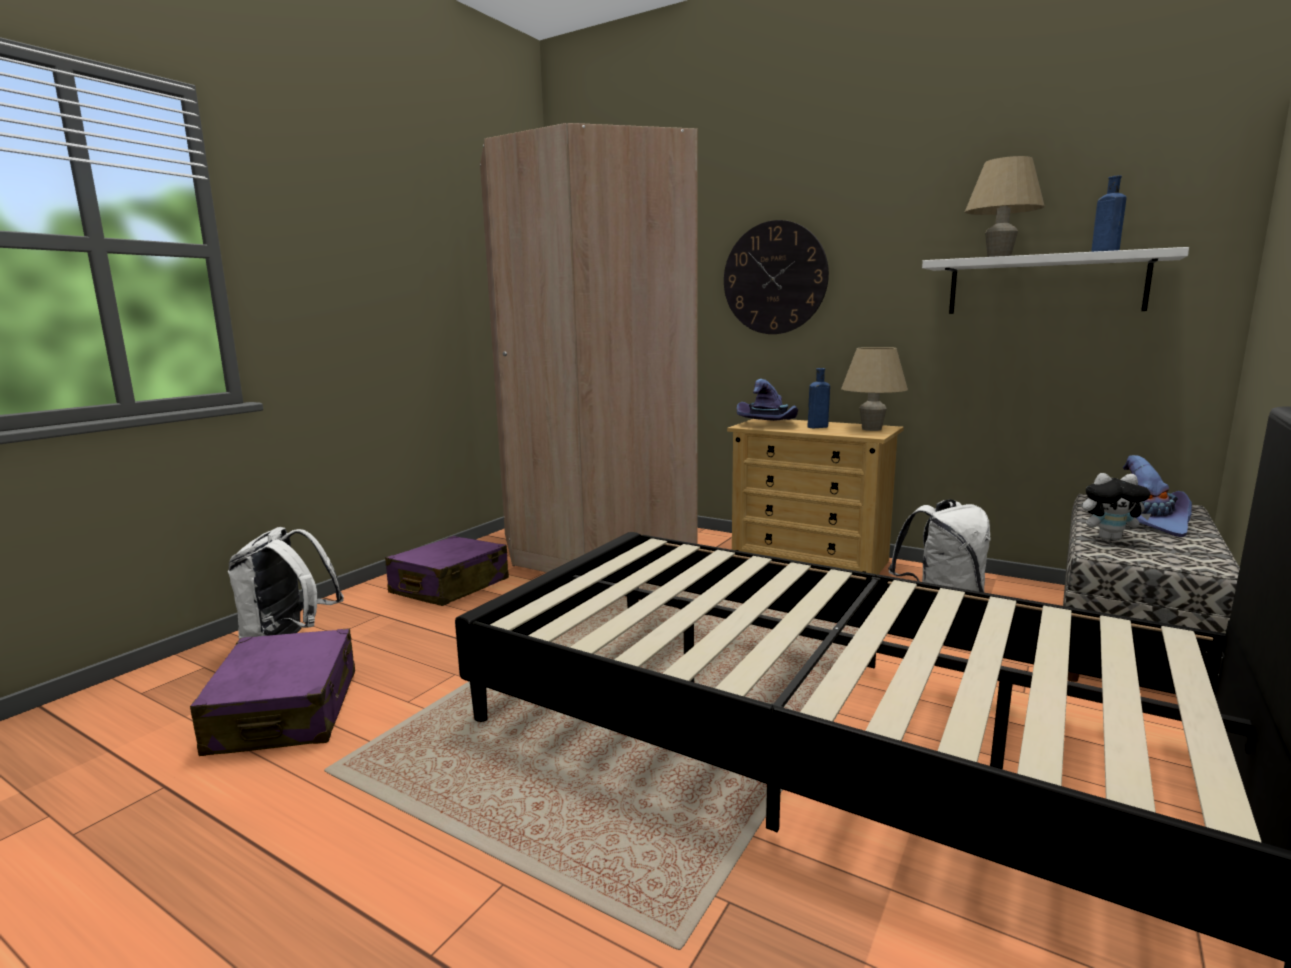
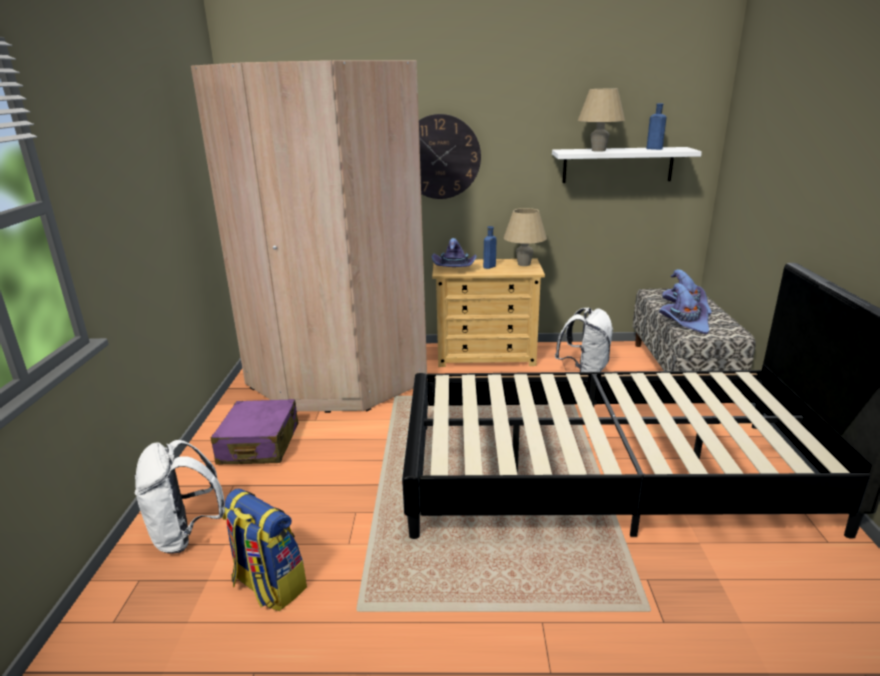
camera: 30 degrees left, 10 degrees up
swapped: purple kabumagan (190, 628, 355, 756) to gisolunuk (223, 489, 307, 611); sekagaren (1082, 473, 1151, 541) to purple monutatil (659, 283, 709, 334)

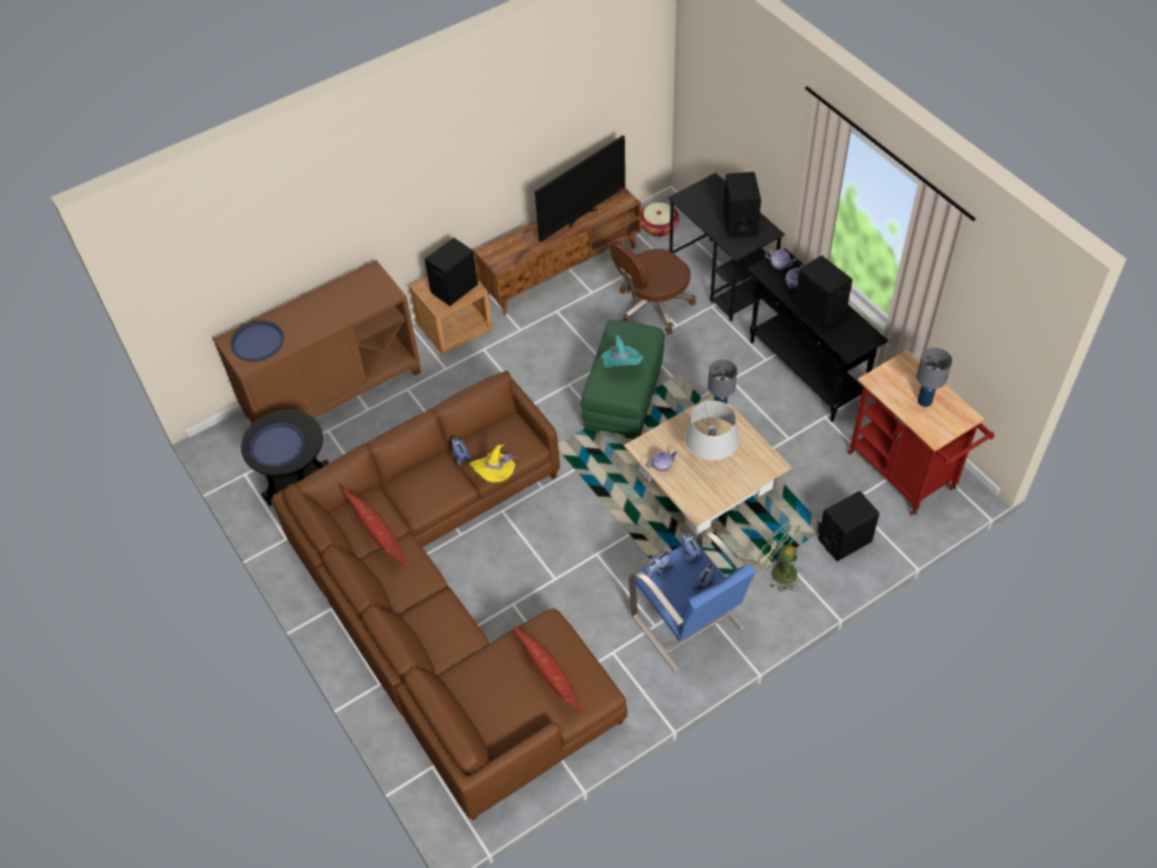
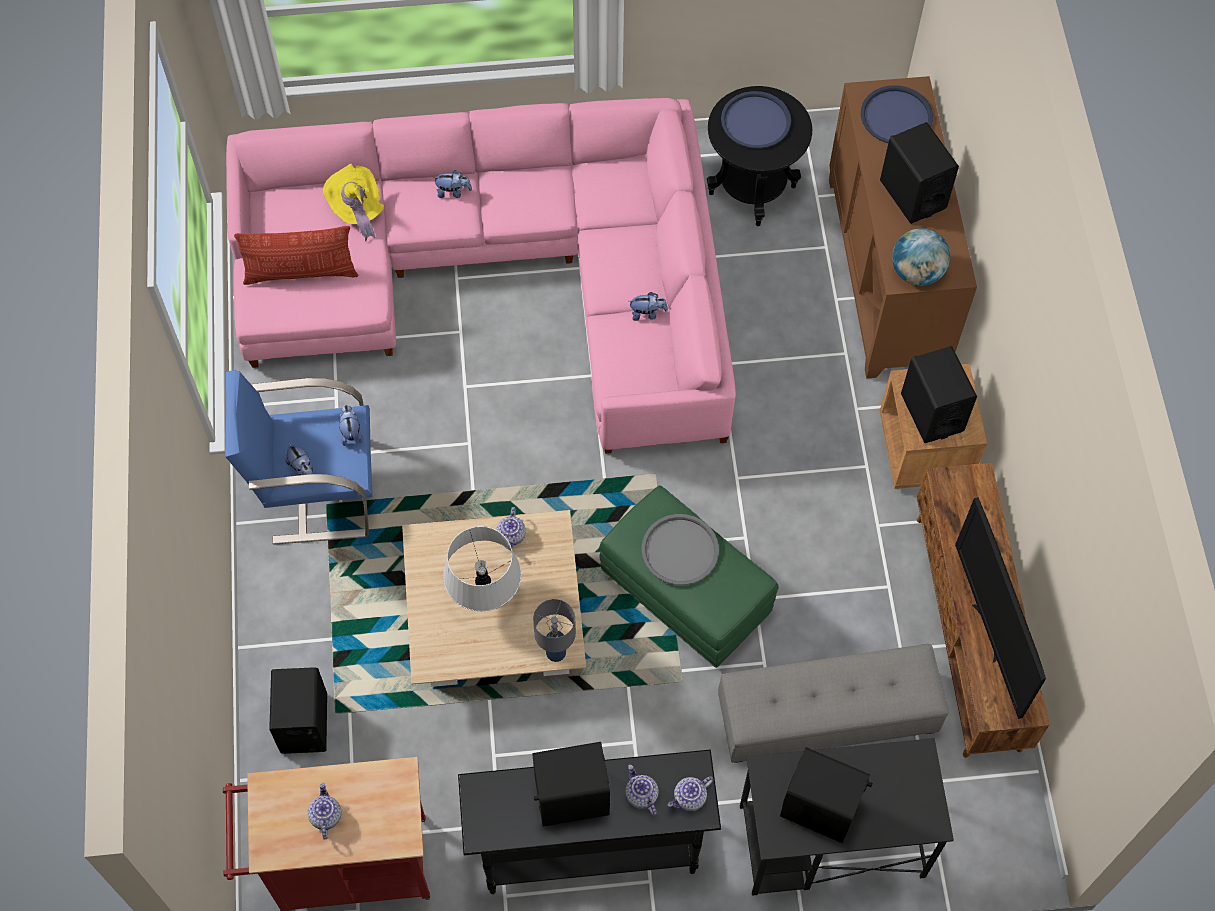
camera: 115 degrees right, 10 degrees up
gone: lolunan (343, 488, 409, 568); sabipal (641, 202, 679, 237); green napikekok (755, 521, 801, 592)
new: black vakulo (880, 122, 959, 224); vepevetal (892, 228, 950, 286)
shifted: yellow monutatil (469, 444, 519, 482) to (323, 164, 384, 241); sekagaren (682, 533, 703, 564) to (433, 170, 472, 198)
swapped: turquoise monutatil (600, 335, 644, 368) to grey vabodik (641, 514, 719, 585); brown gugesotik (610, 240, 696, 334) to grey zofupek (718, 644, 948, 763); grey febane (916, 348, 952, 407) to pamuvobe (308, 783, 342, 840)
repainted: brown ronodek (272, 371, 627, 820) to pink ronodek (226, 98, 736, 454)

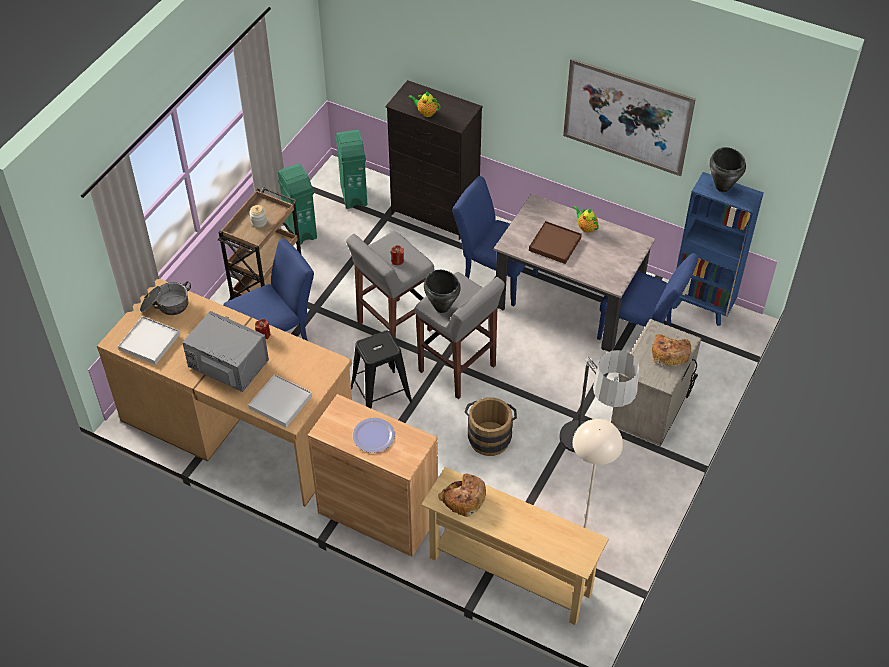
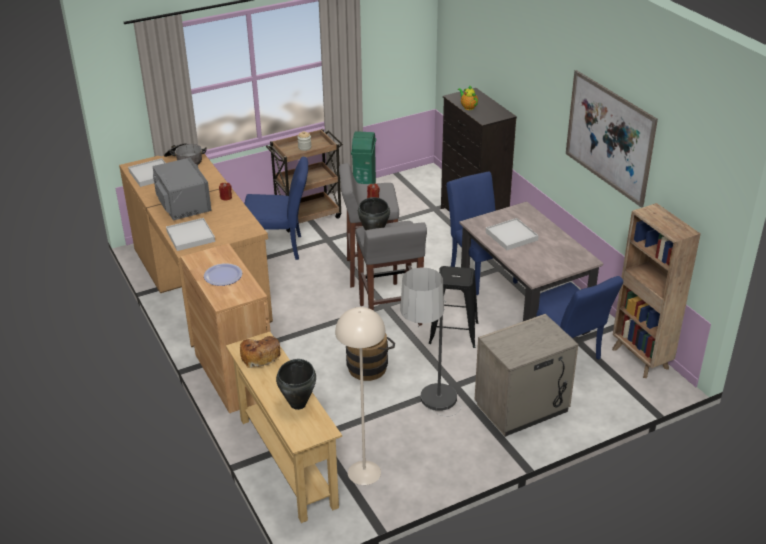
camera: 35 degrees right, 15 degrees down
gone: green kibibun (335, 130, 367, 209); pamuvobe (573, 206, 599, 233); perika (652, 334, 691, 366)
shifted: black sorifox (351, 331, 413, 409) to (429, 266, 478, 348); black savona (710, 147, 746, 192) to (276, 359, 316, 410)
repainted: brown vabodik (529, 221, 582, 264) to white vabodik (486, 218, 539, 250); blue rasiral (672, 172, 764, 326) to brown rasiral (612, 203, 701, 378)

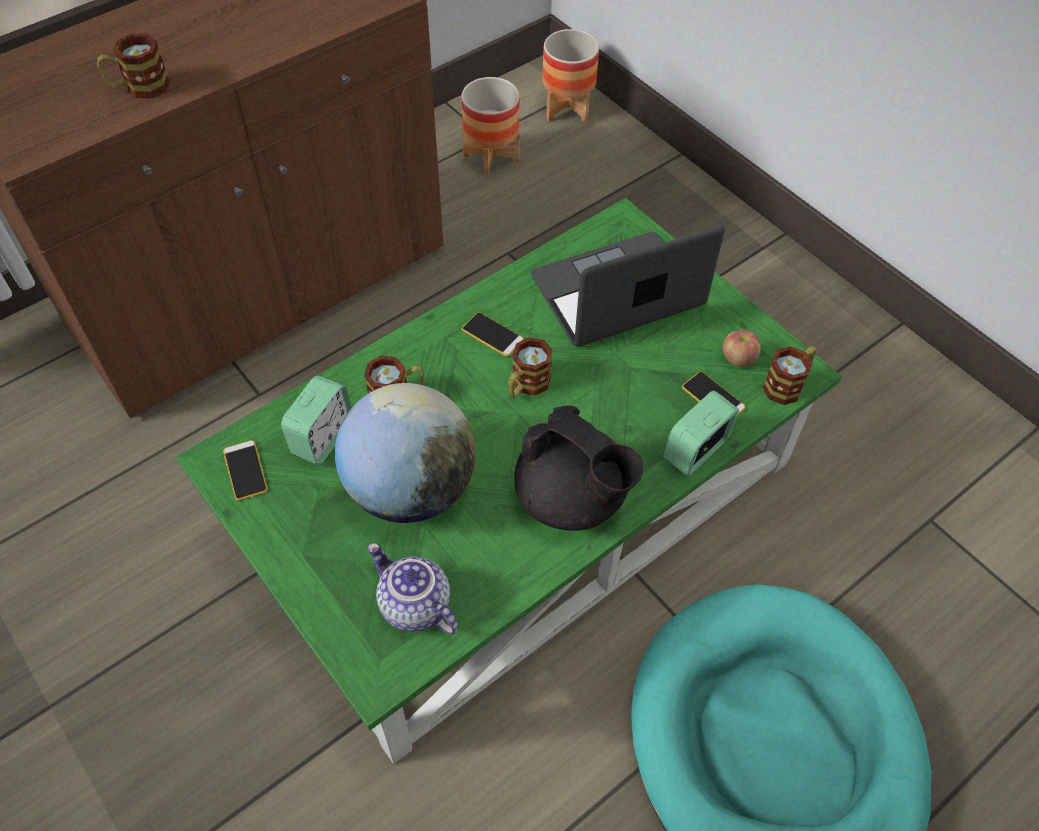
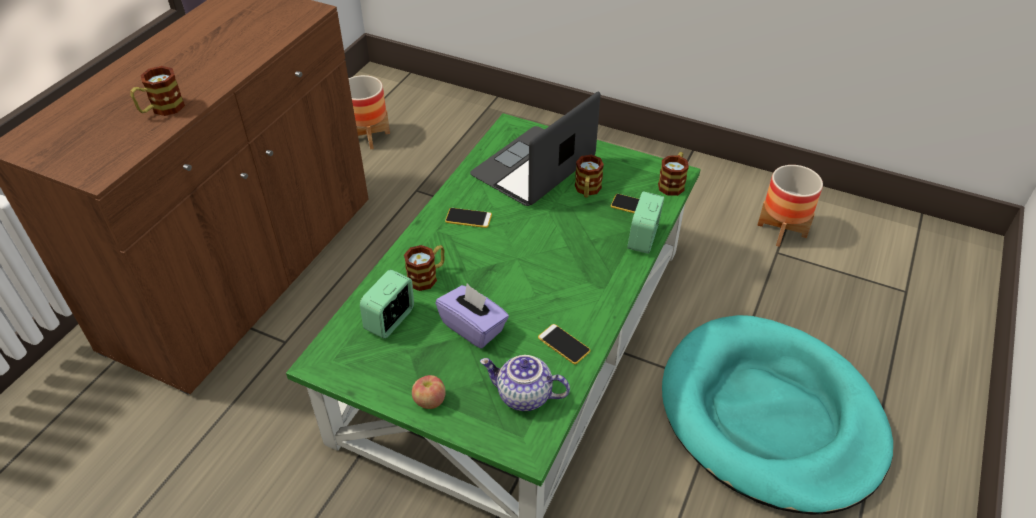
camera: 25 degrees left, 10 degrees down
gone: black pamuvobe (514, 405, 643, 531)
shifted: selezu (223, 440, 268, 501) to (538, 324, 591, 364); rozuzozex (508, 337, 553, 398) to (575, 155, 604, 198); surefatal (543, 29, 599, 123) to (757, 165, 823, 247); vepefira (723, 330, 761, 367) to (412, 375, 446, 409)
swapped: vepevetal (335, 383, 476, 523) to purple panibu (435, 284, 509, 349)
rotated: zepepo (281, 375, 352, 465) = (360, 269, 414, 339) 150 degrees counterclockwise

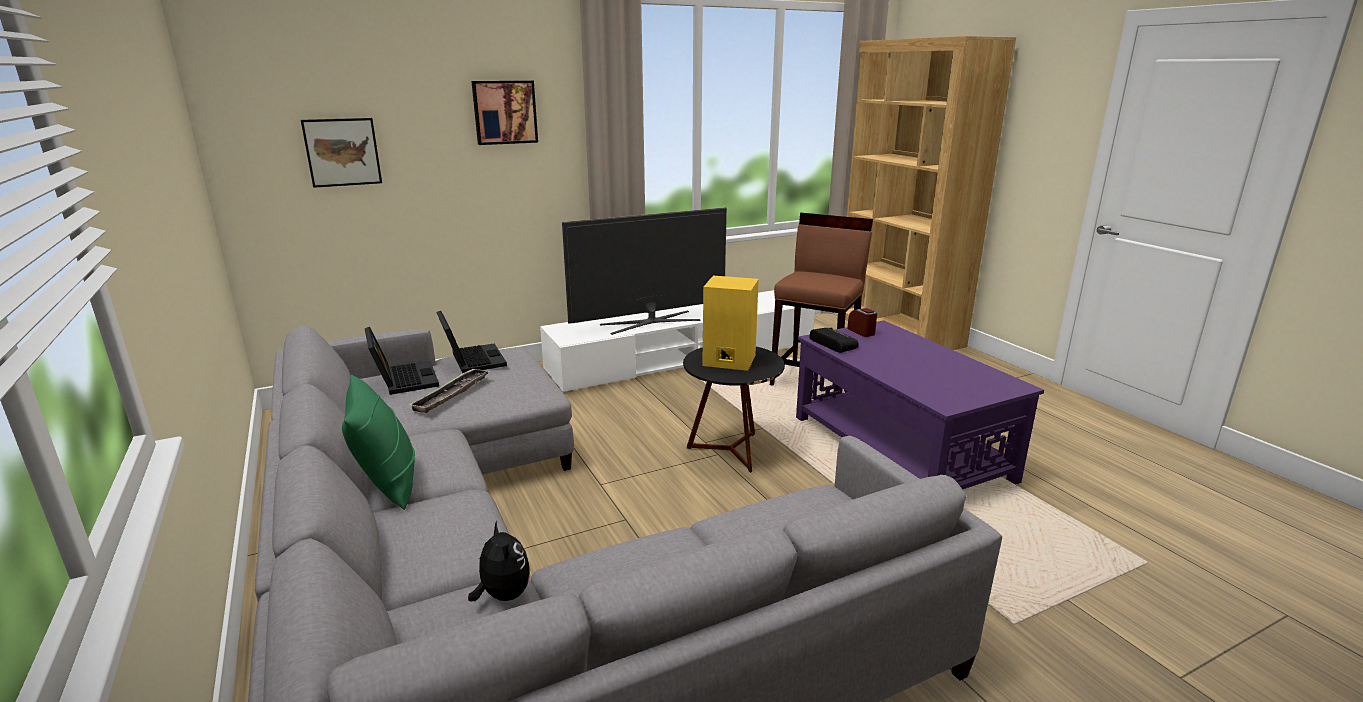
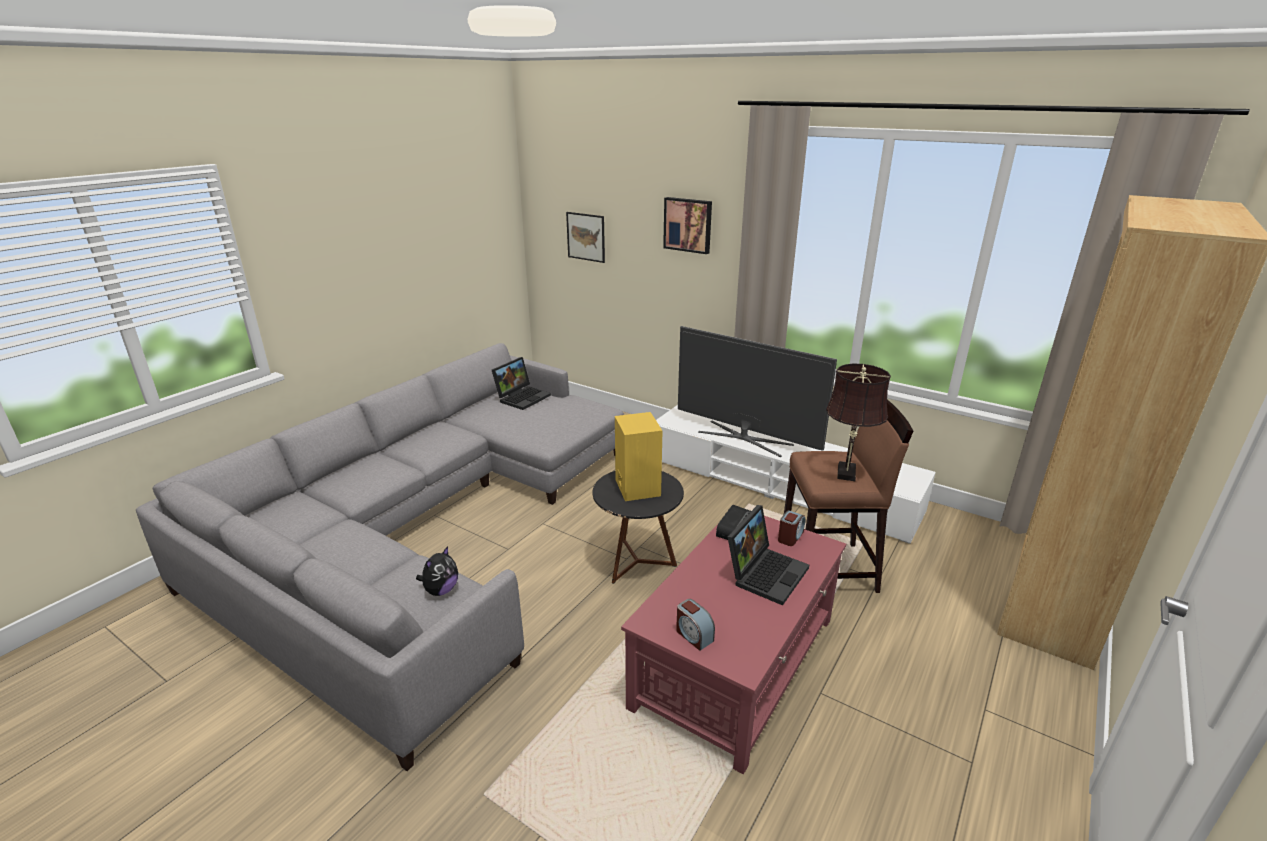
camera: 60 degrees right, 5 degrees up
gone: green lolunan (342, 375, 415, 510); vabodik (409, 369, 490, 413)
new: zepepo (676, 599, 715, 651); brown febane (826, 363, 891, 482)
shifted: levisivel (436, 311, 507, 373) to (728, 505, 809, 605); sekagaren (468, 520, 530, 601) to (416, 546, 458, 596)
repainted: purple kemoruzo (796, 320, 1044, 489) to red kemoruzo (621, 516, 846, 774)

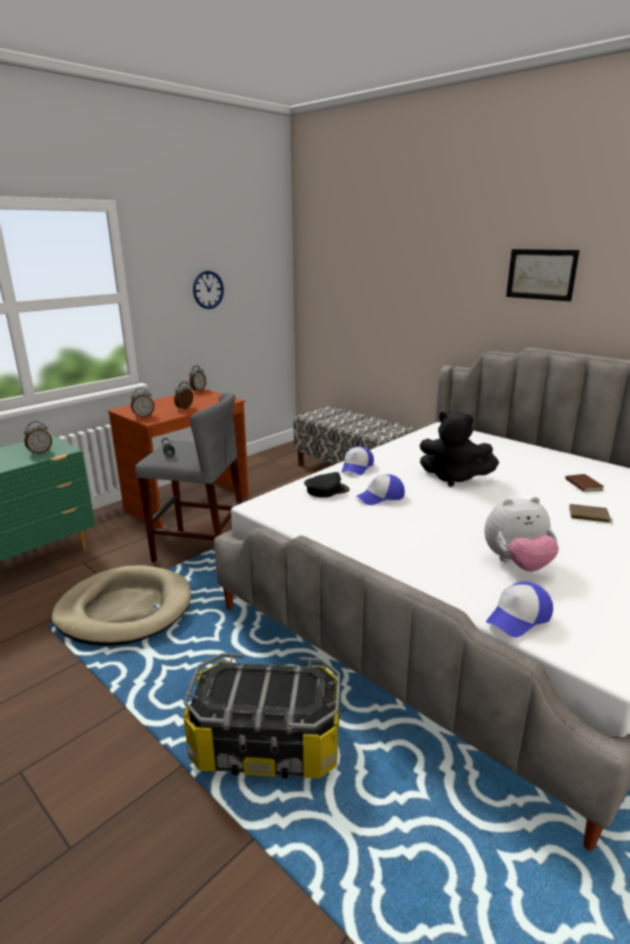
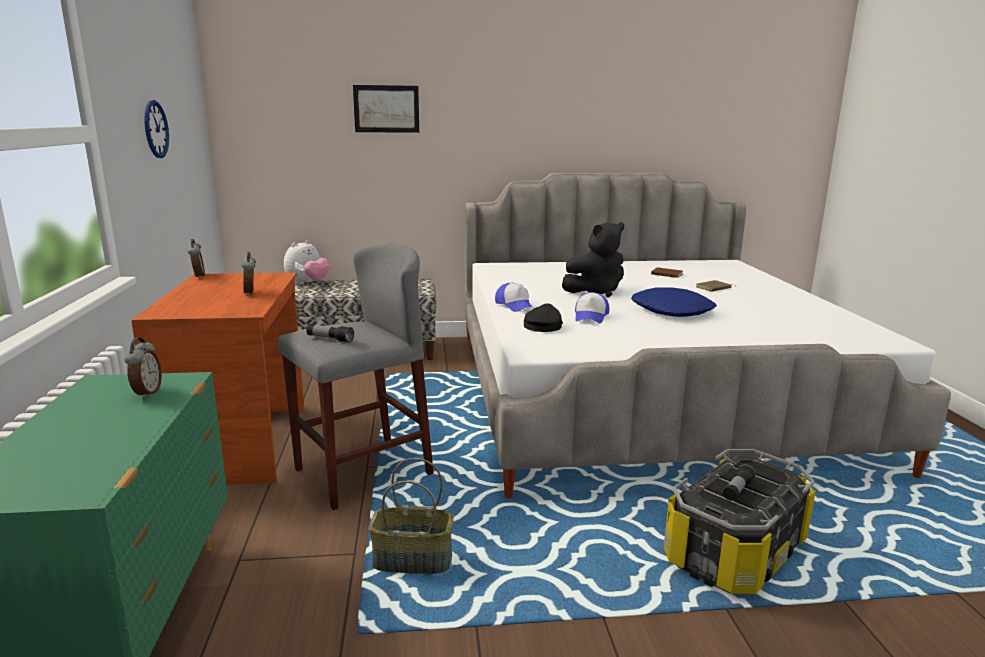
camera: 50 degrees left, 5 degrees down
gone: zepepo (131, 388, 154, 418); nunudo (486, 581, 553, 638)
new: blue lolunan (631, 287, 717, 317); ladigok (723, 464, 755, 501)
shifted: sekagaren (484, 497, 559, 571) to (284, 240, 330, 285); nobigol (506, 249, 580, 301) to (353, 85, 419, 133)
swapped: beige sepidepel (51, 565, 191, 646) to sabipal (368, 458, 454, 574)

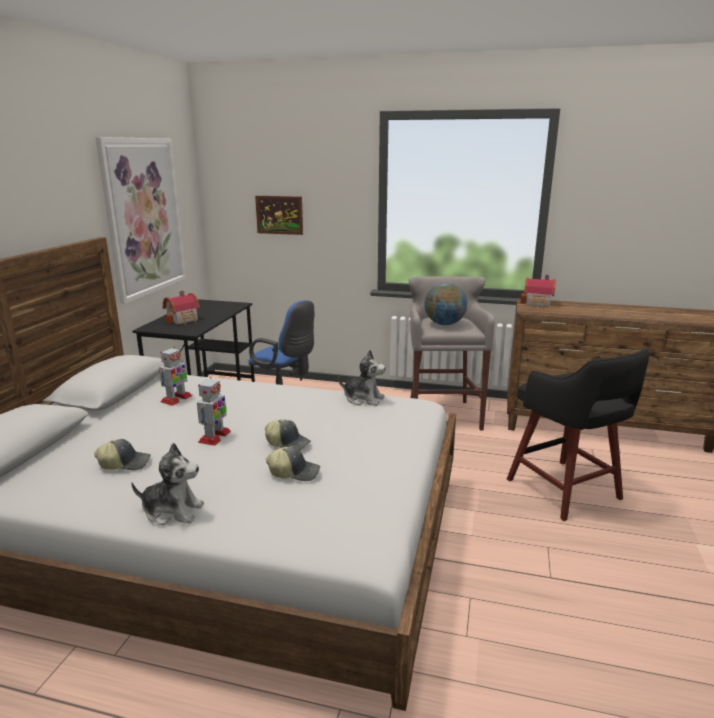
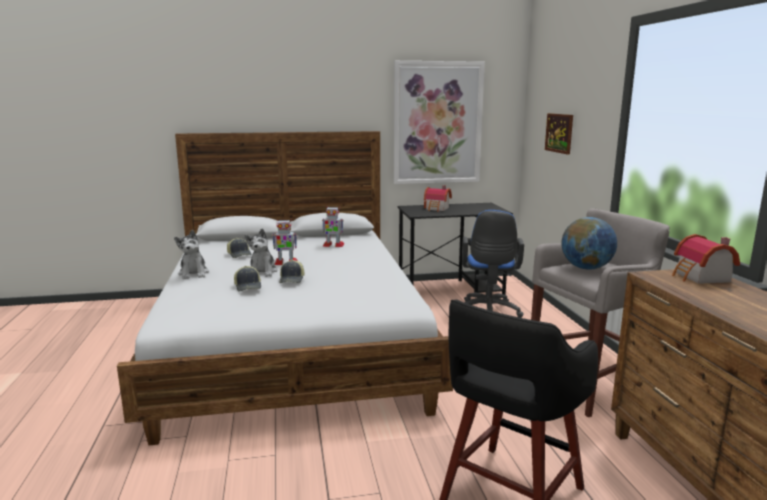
camera: 65 degrees right, 5 degrees down
shifted: sekagaren (338, 350, 386, 406) to (245, 229, 277, 277)

